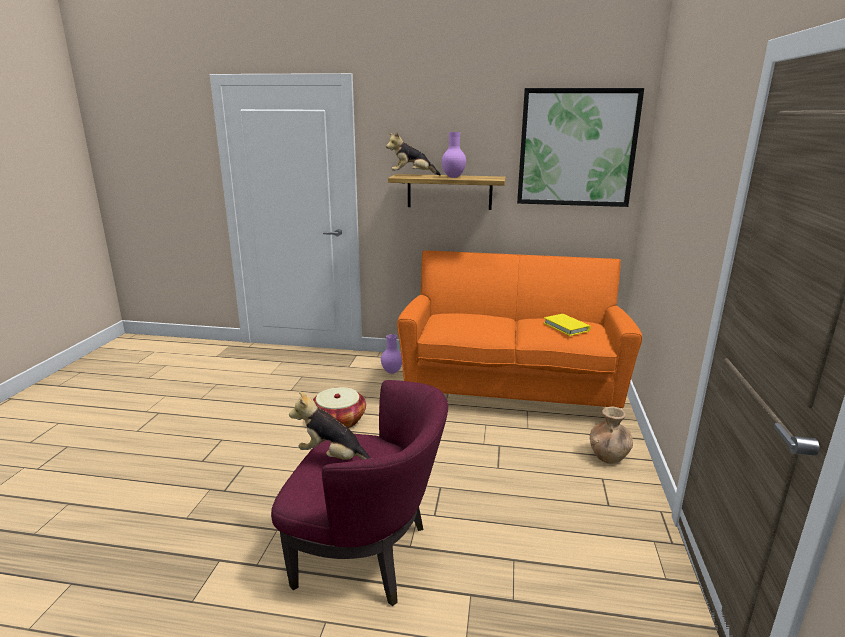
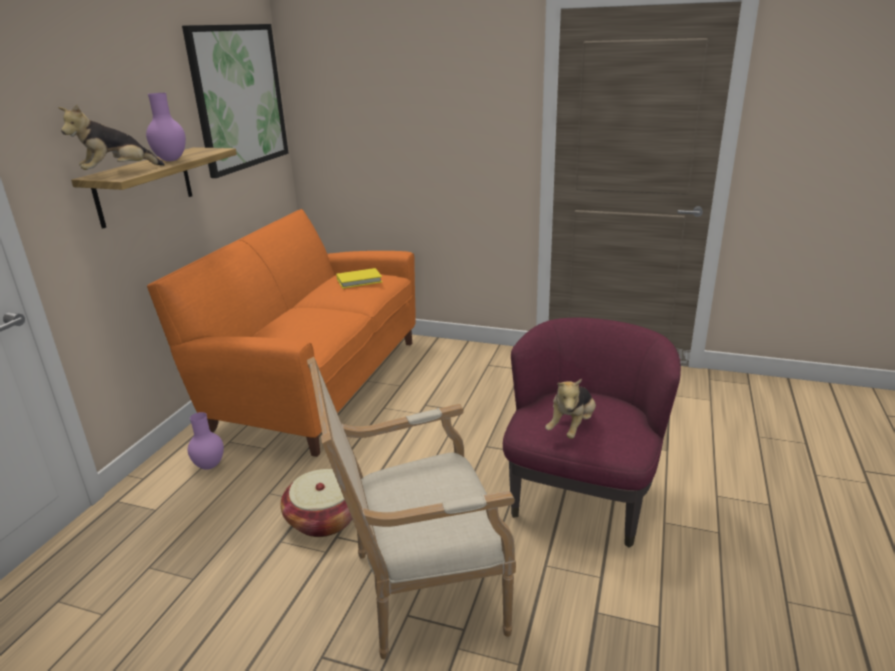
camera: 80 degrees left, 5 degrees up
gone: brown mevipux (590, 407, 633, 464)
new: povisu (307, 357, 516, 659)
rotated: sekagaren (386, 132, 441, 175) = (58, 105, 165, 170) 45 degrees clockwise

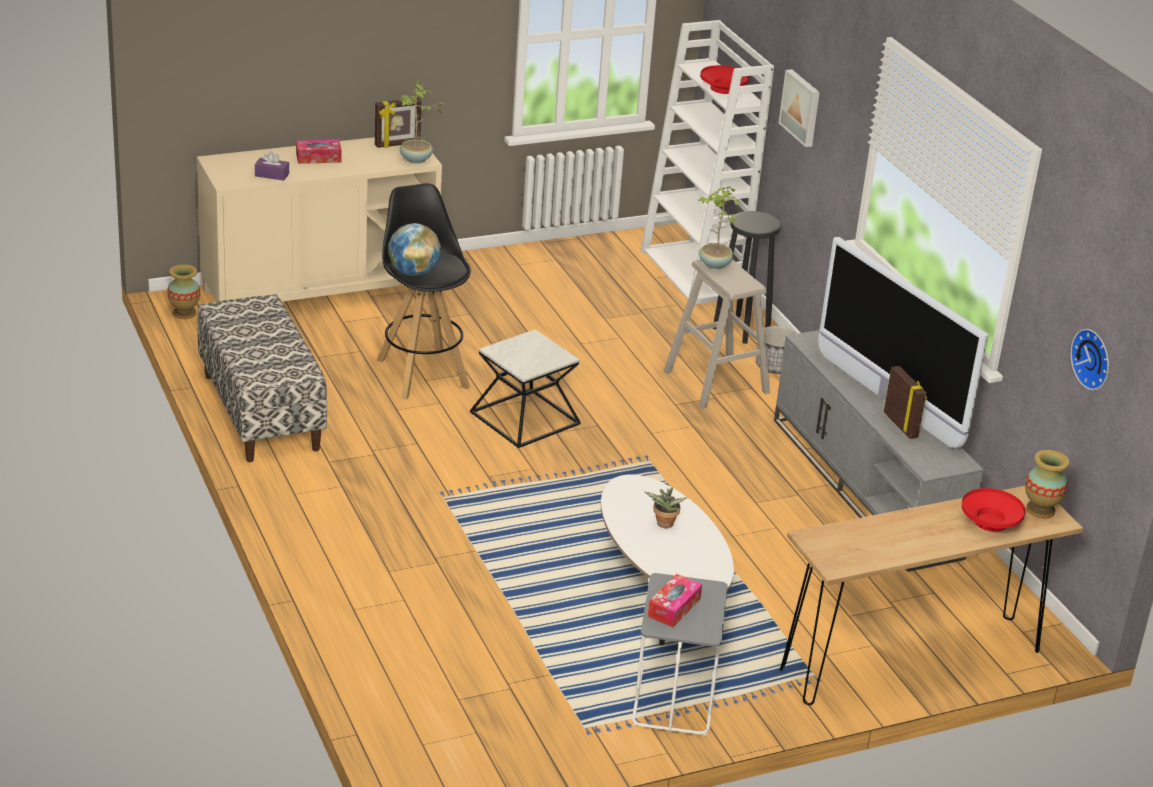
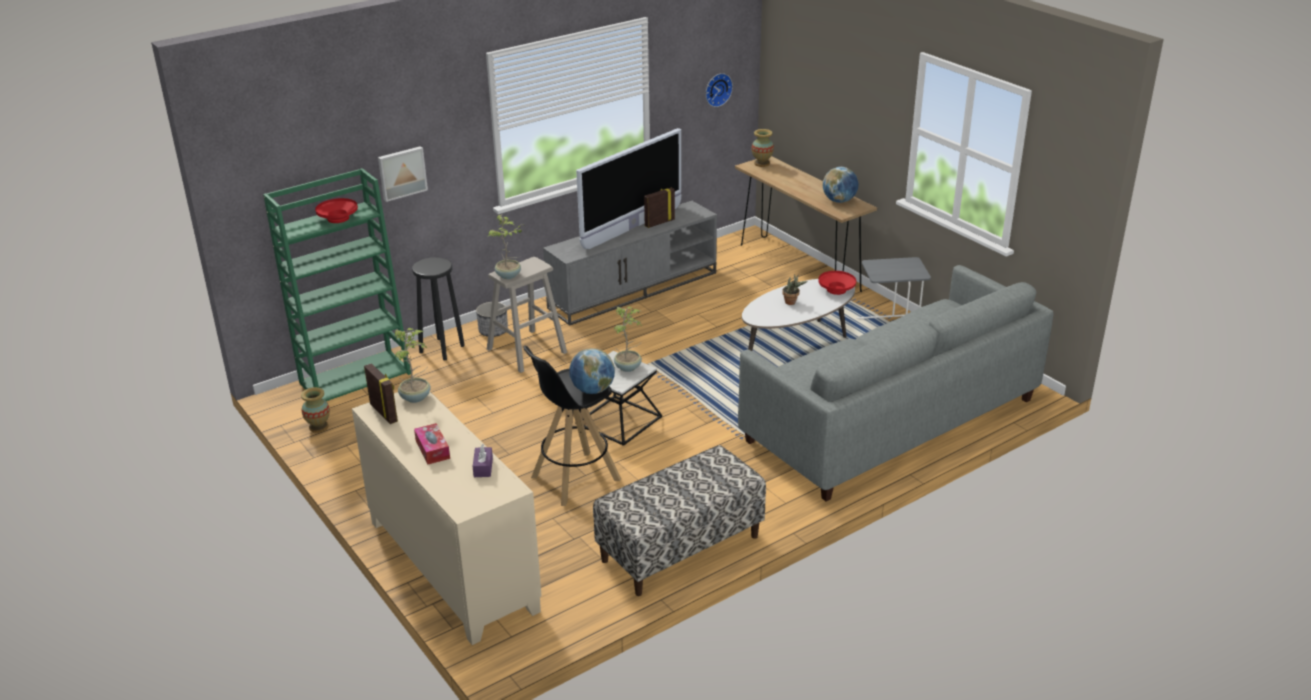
camera: 100 degrees left, 0 degrees up
gone: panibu (647, 574, 702, 627)
new: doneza (613, 306, 642, 372); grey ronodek (738, 265, 1053, 501); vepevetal (823, 167, 859, 203)
shifted: mevipux (167, 264, 200, 319) to (301, 387, 330, 433); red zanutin (962, 488, 1025, 532) to (818, 271, 856, 295)
repainted: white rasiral (641, 20, 774, 305) to green rasiral (263, 168, 411, 401)

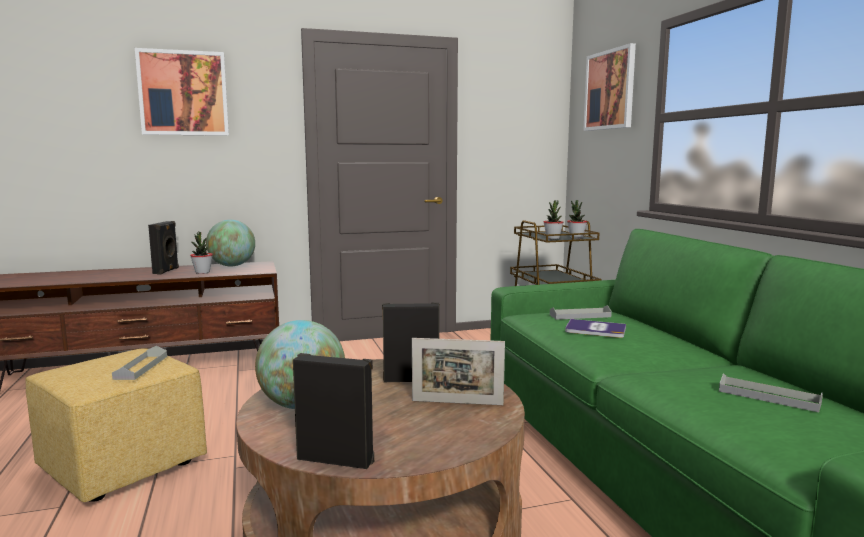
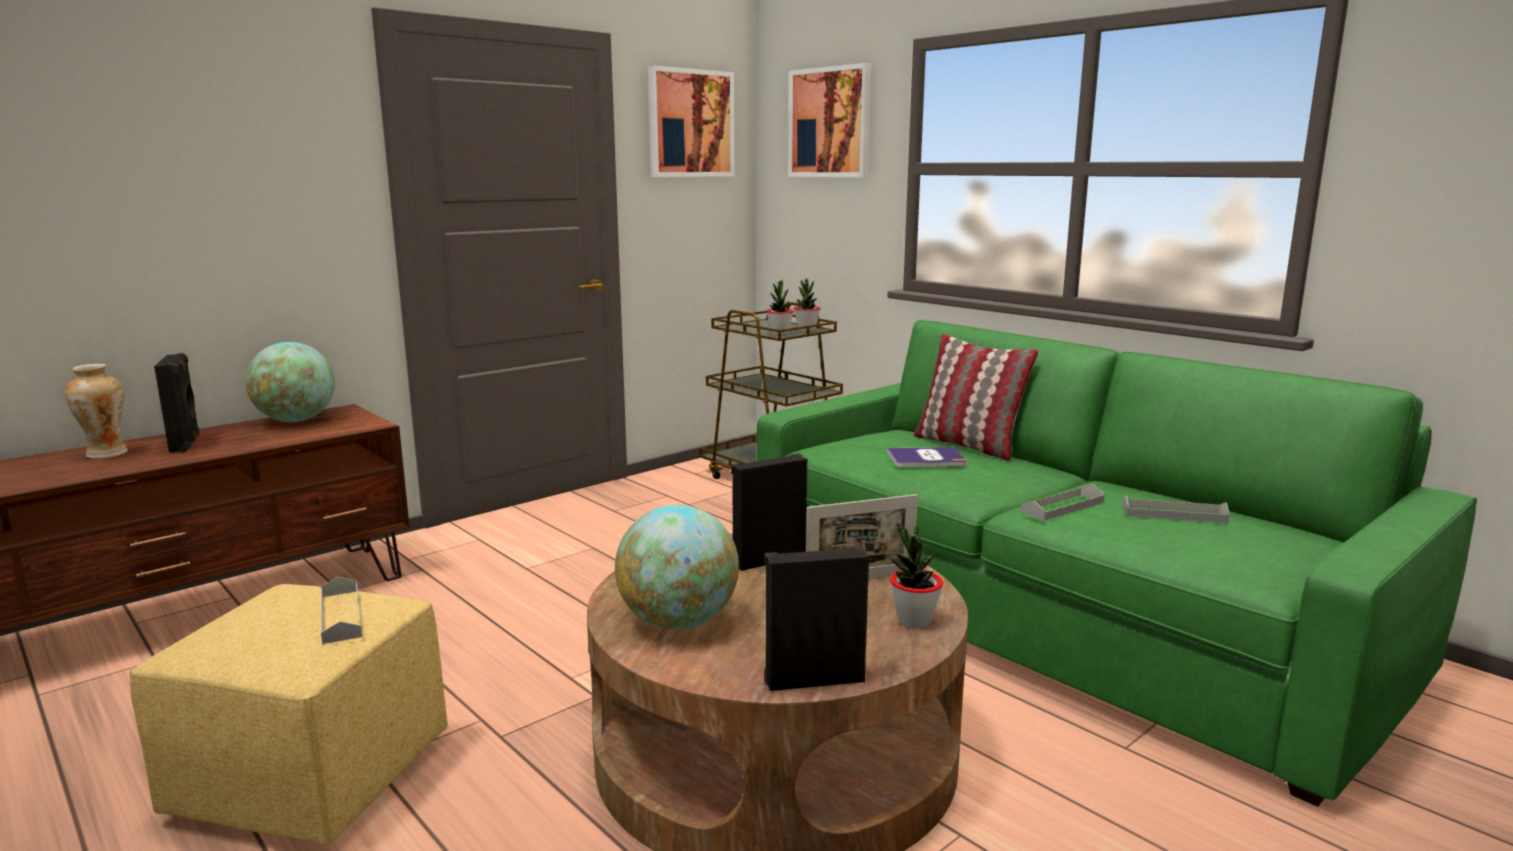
camera: 25 degrees left, 5 degrees up
new: mevipux (65, 364, 128, 459); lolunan (914, 334, 1038, 461)
shifted: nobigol (135, 48, 229, 136) to (648, 65, 735, 177); doneza (190, 231, 213, 274) to (890, 522, 943, 628); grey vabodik (550, 305, 612, 320) to (1021, 484, 1105, 521)

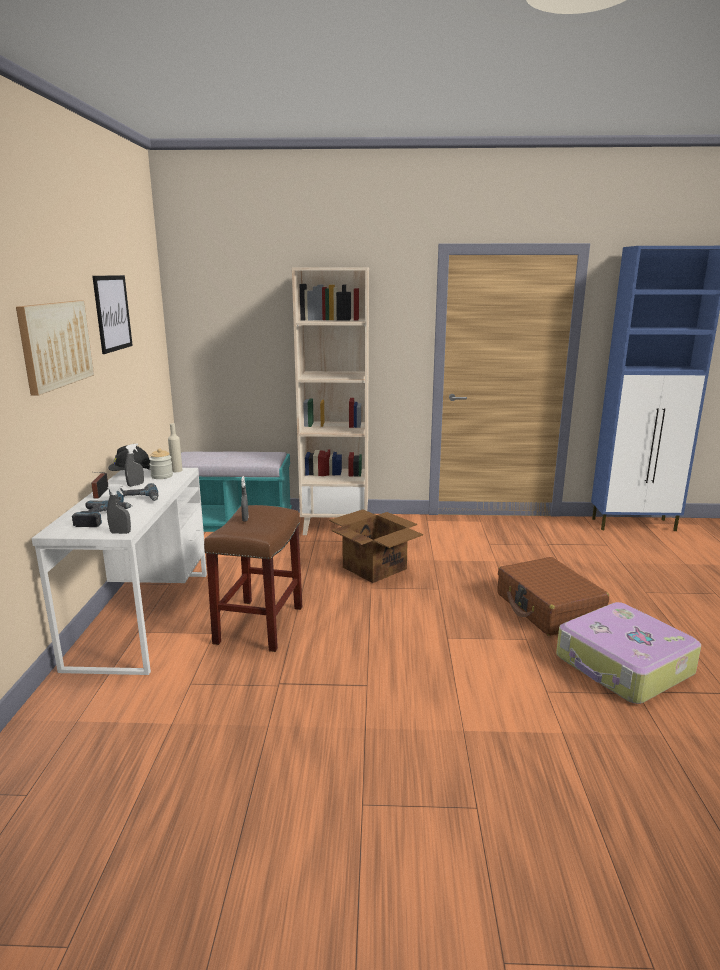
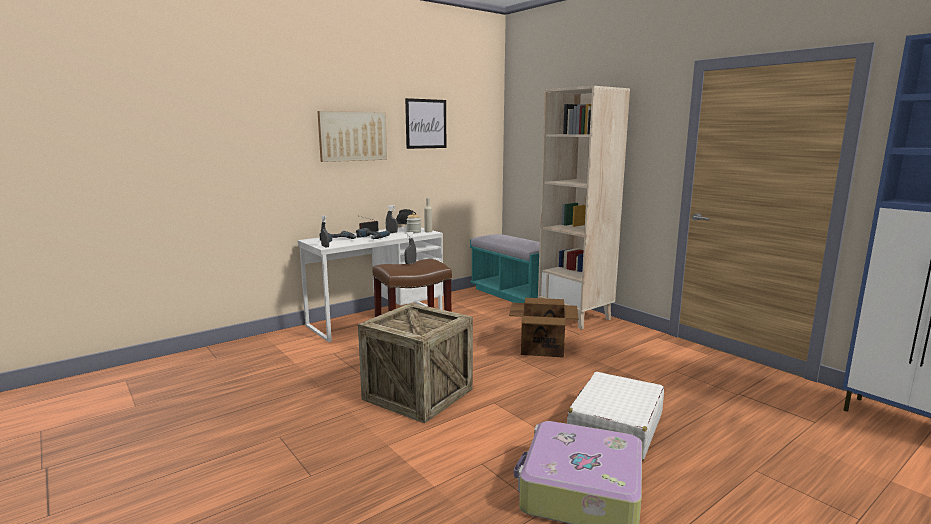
camera: 50 degrees right, 5 degrees down
new: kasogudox (358, 303, 473, 423)
repainted: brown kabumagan (497, 557, 609, 636) to white kabumagan (567, 372, 664, 461)

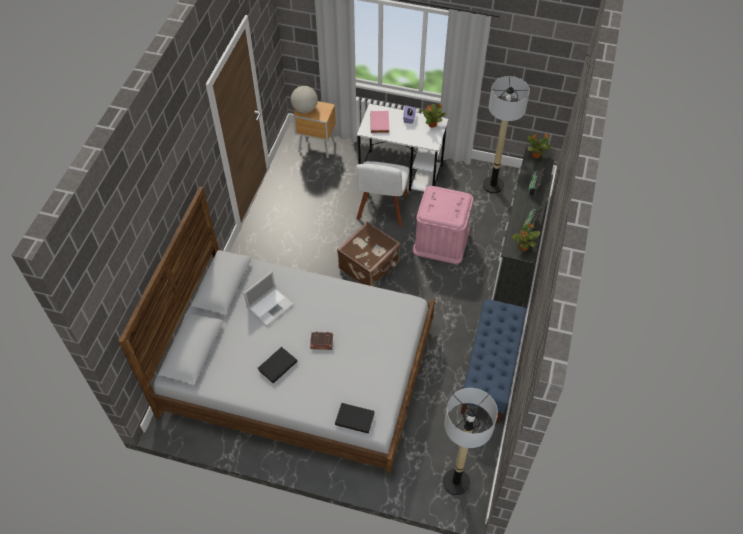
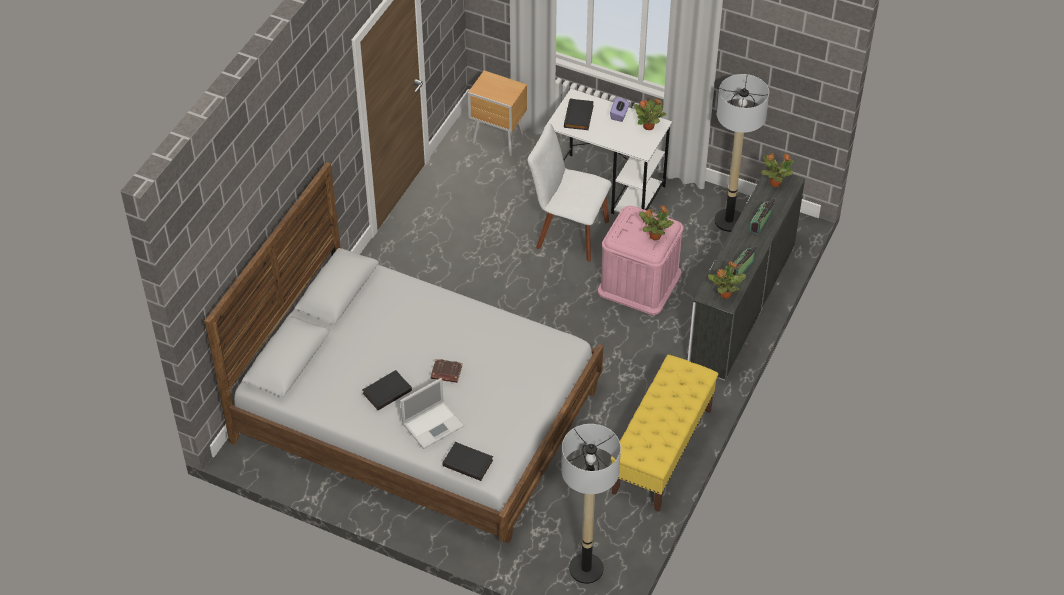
camera: 10 degrees right, 5 degrees down
gone: vepevetal (291, 86, 318, 113); brown kabumagan (337, 221, 400, 286)
new: doneza (639, 205, 674, 240)
shifted: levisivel (244, 271, 294, 326) to (400, 378, 464, 449)
repainted: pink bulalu (370, 111, 389, 133) to black bulalu (564, 98, 594, 130); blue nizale (461, 299, 526, 423) to yellow nizale (611, 355, 718, 512)
rotated: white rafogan (356, 161, 409, 226) = (528, 123, 612, 262) 90 degrees clockwise

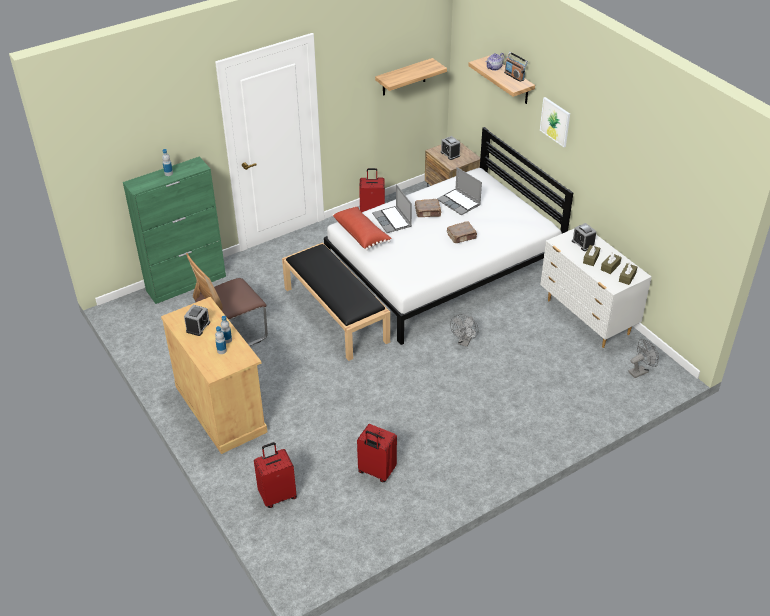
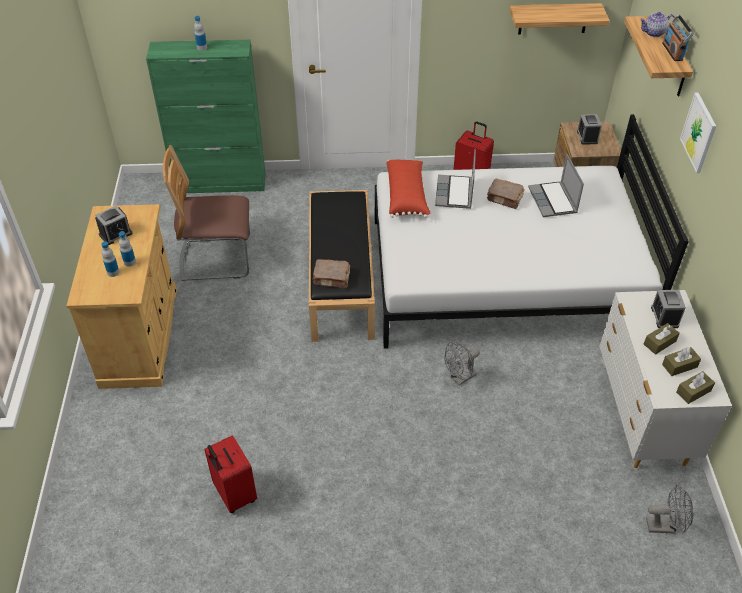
camera: 30 degrees right, 5 degrees up
gone: red kabumagan (254, 442, 297, 508)
shifted: brown bulalu (447, 221, 477, 243) to (313, 259, 350, 288)

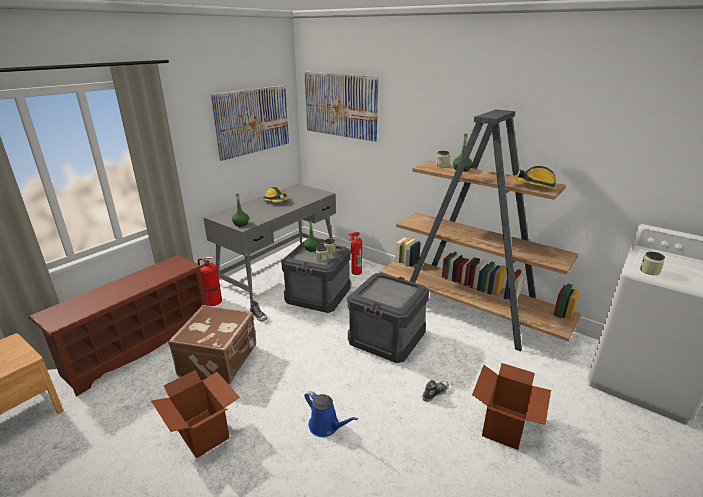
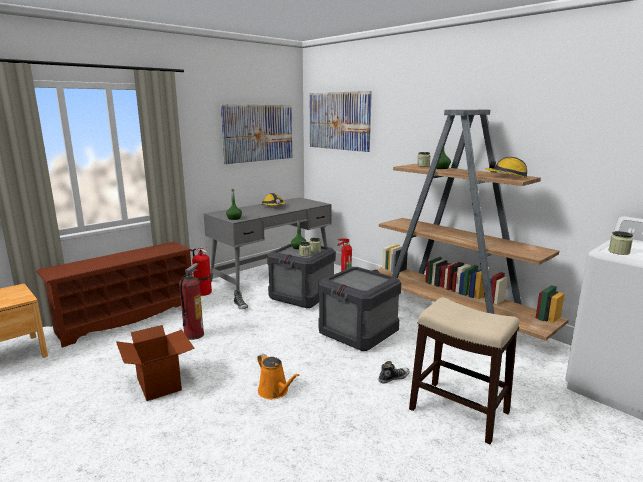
camera: 10 degrees right, 10 degrees down
swapped: brown kabumagan (168, 305, 256, 384) to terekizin (179, 263, 204, 340); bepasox (472, 363, 551, 450) to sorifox (409, 297, 519, 444)
repainted: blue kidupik (304, 391, 358, 437) to orange kidupik (257, 354, 299, 399)

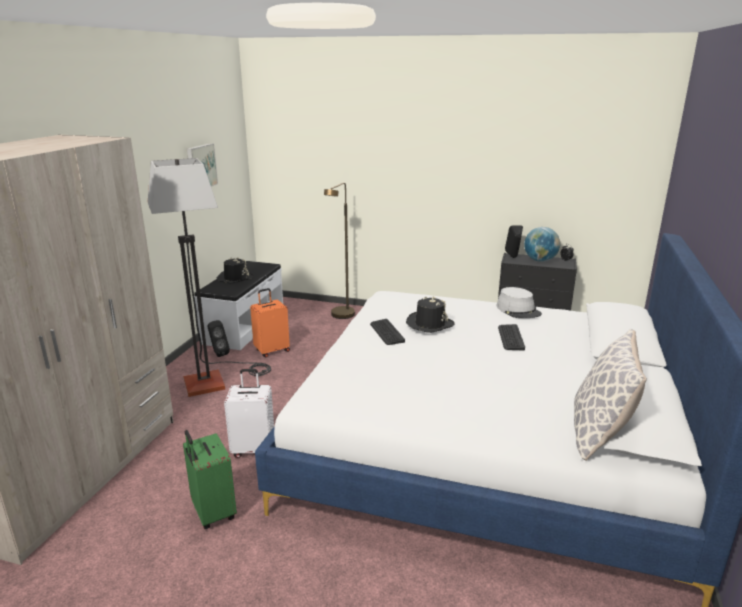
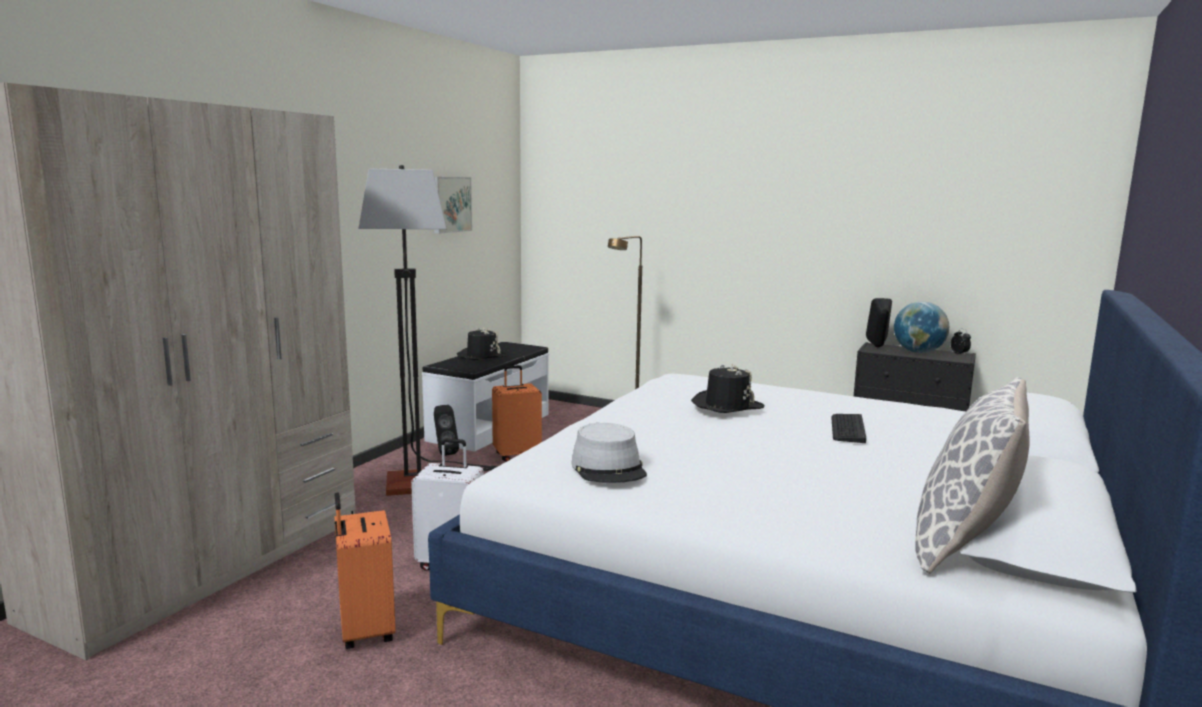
camera: 10 degrees right, 10 degrees down
gone: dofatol (370, 319, 405, 345)
shifted: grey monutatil (496, 287, 542, 318) to (572, 423, 647, 483)
repainted: green kabumagan (183, 430, 237, 529) to orange kabumagan (335, 492, 396, 649)

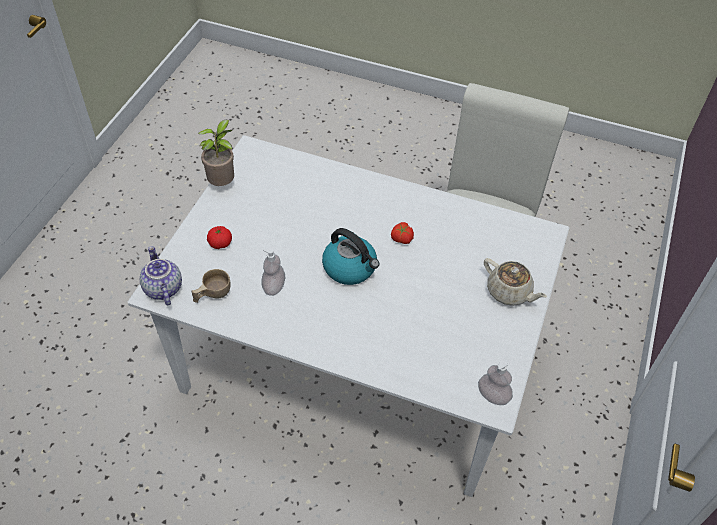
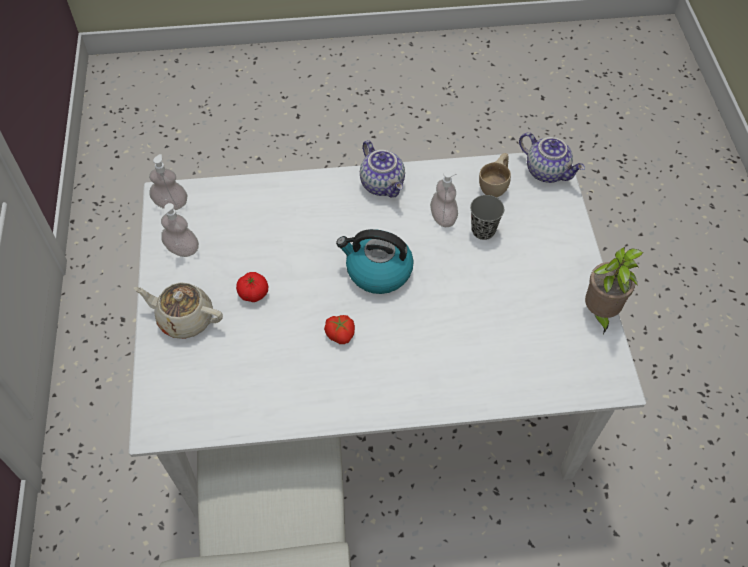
camera: 155 degrees right, 5 degrees up
new: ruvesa (161, 203, 199, 257); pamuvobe (360, 140, 405, 198); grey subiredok (470, 195, 504, 240)
shifted: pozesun (207, 226, 232, 249) to (236, 272, 268, 302)

